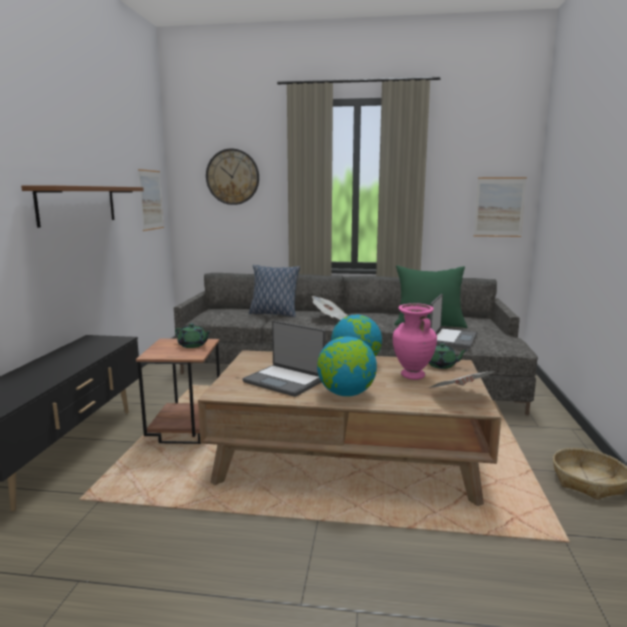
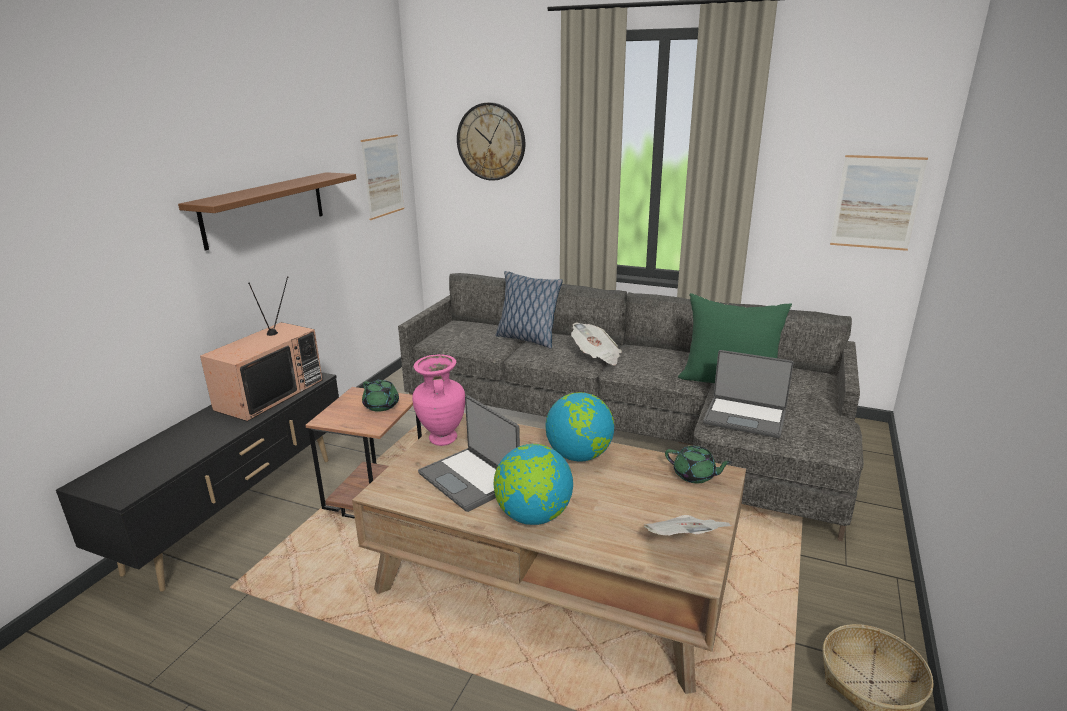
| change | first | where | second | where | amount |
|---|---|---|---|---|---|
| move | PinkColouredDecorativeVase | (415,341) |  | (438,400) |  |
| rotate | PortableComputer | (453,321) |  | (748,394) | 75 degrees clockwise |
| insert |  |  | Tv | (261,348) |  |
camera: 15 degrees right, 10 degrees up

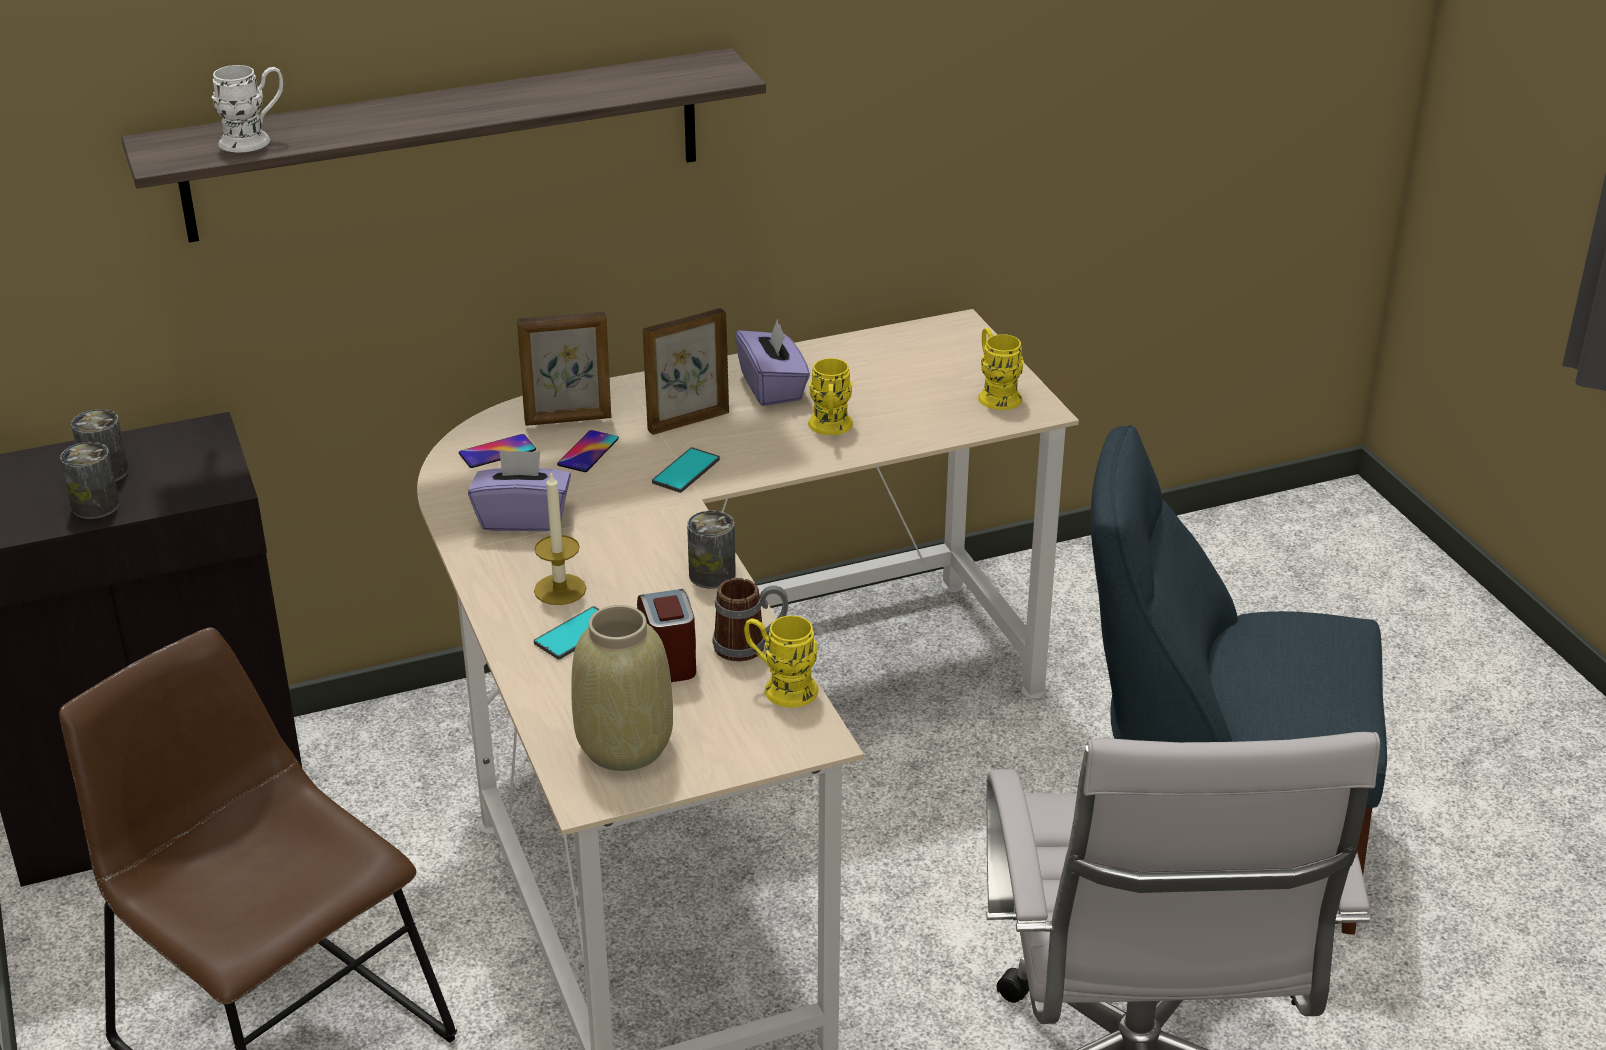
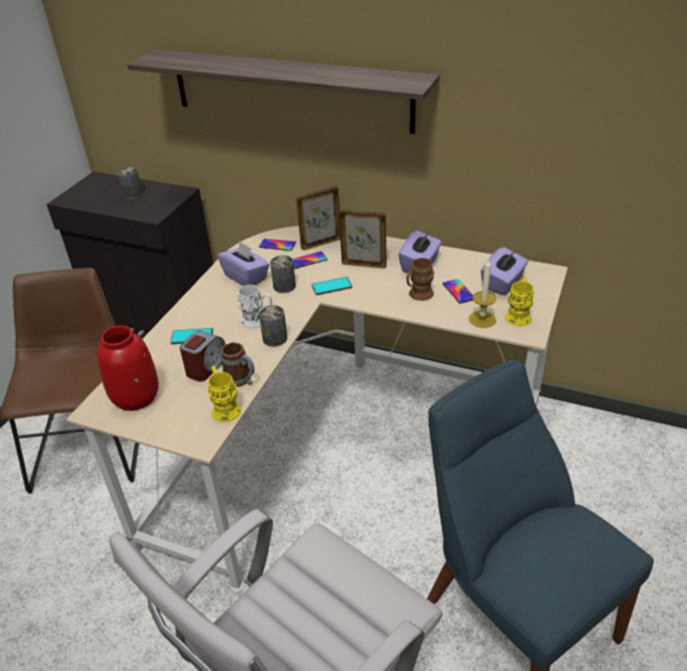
| change | first | where | second | where | amount |
|---|---|---|---|---|---|
| move | SealedCan | (90,480) |  | (283,274) |  |
| move | WhiteTeaMug | (247,108) |  | (255,307) |  |
| rotate | PictureFrame | (564,368) |  | (318,218) | 120 degrees clockwise |
| move | WaxLight | (560,538) |  | (482,293) |  |
| recolor | BeigeColouredDecorativeVase | (622,688) | RedColouredDecorativeVase | (128,368) |  |
| recolor | YellowTeaMug | (830,396) | BrownishTeaMug | (420,279) |  |
| insert |  |  | Handset | (457,291) |  |
| insert |  |  | PurpleColouredBoxOfTissues | (504,271) |  |
camera: 45 degrees right, 5 degrees up

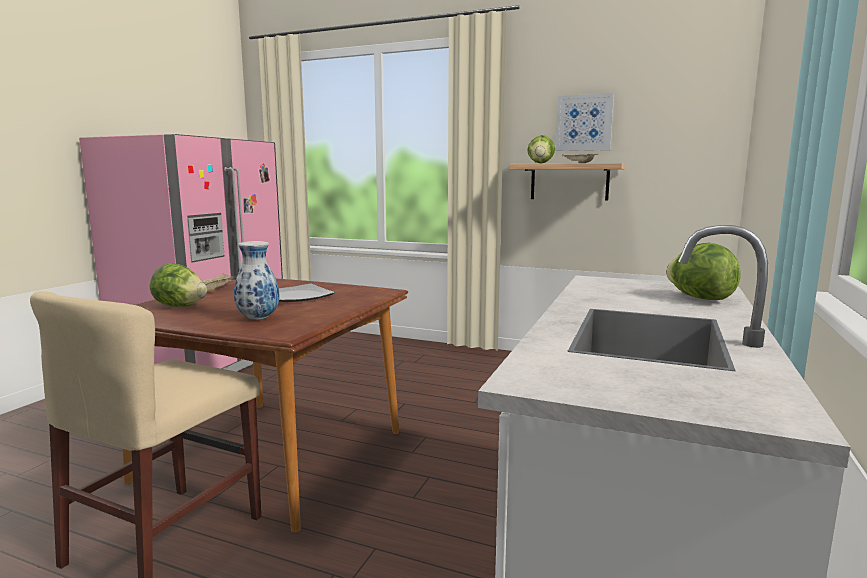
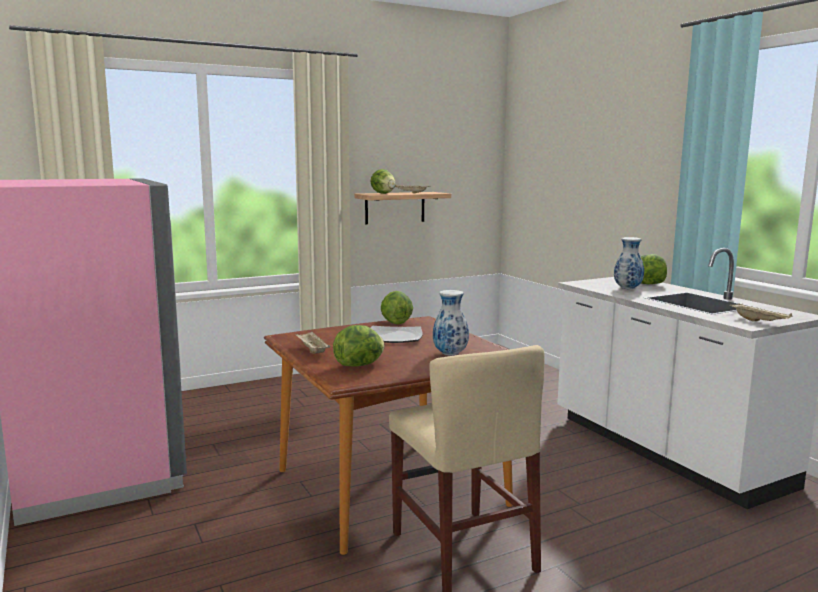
| change | first | where | second | where | amount |
|---|---|---|---|---|---|
| delete | WallArt | (585,122) |  |  |  |
| insert |  |  | HeadOfLettuce | (397,307) |  |
| insert |  |  | DecorativeVase | (629,263) |  |
| insert |  |  | BeigeColouredServingTray | (761,312) |  |
camera: 50 degrees left, 0 degrees up

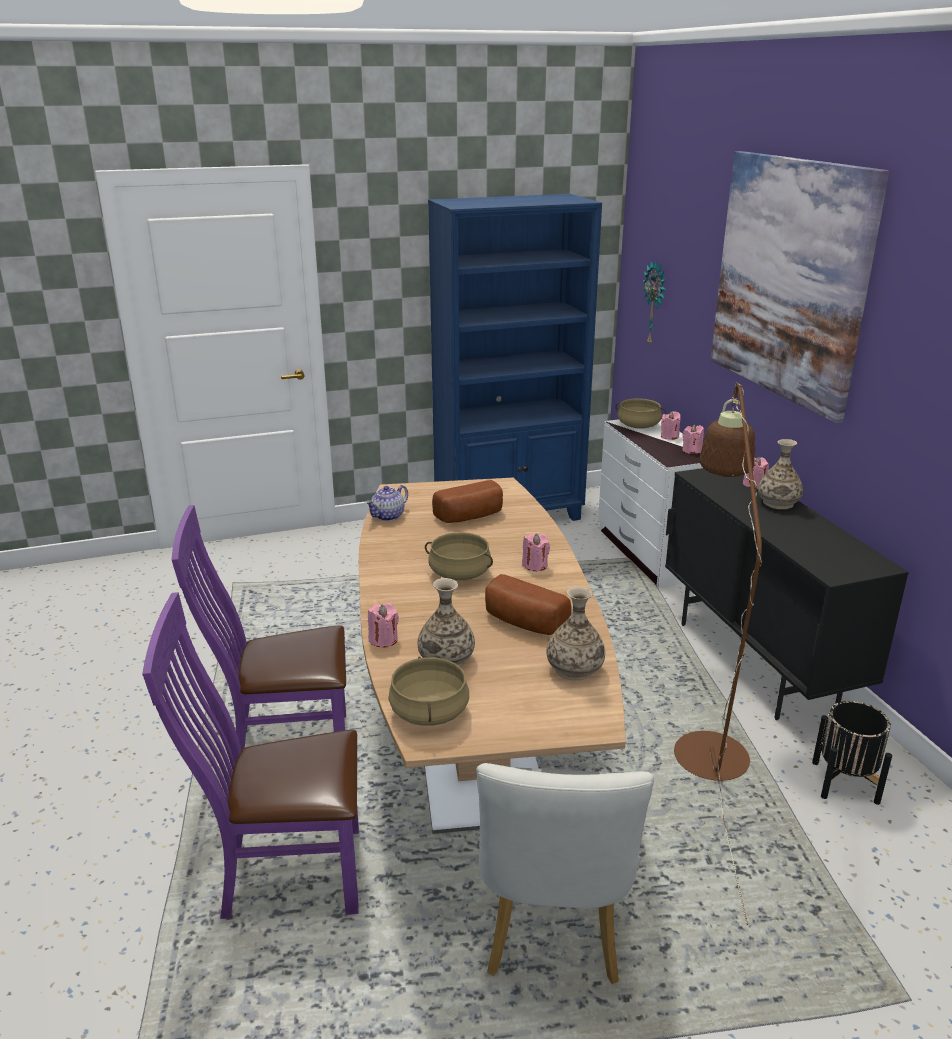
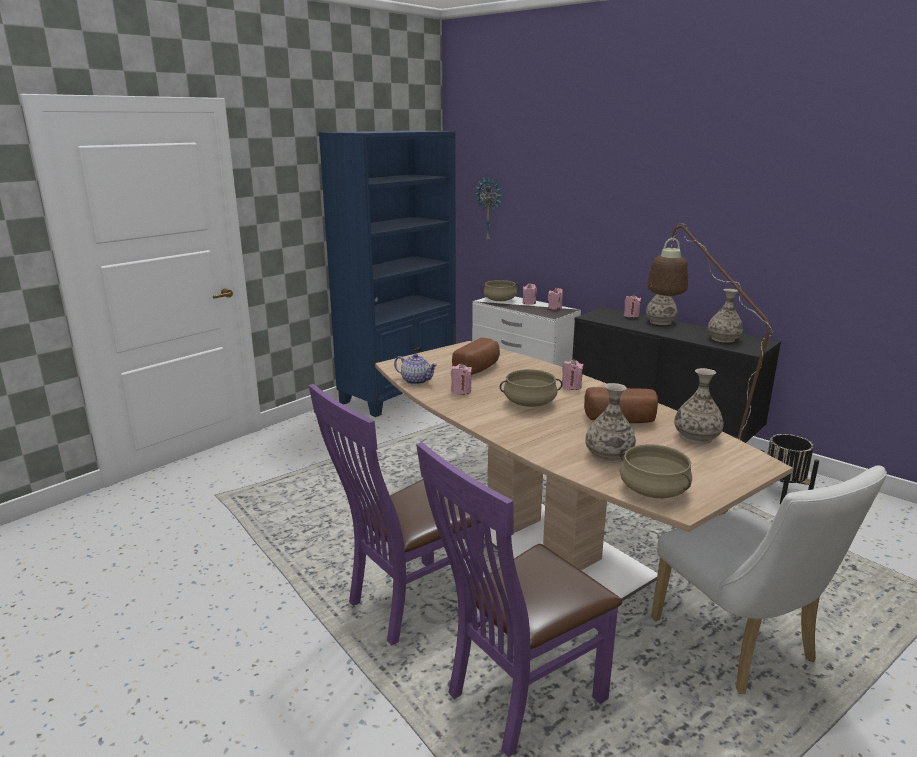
| change | first | where | second | where | amount |
|---|---|---|---|---|---|
| rotate | TeaPot | (386,503) |  | (416,369) | 75 degrees counterclockwise |
| move | PinkColouredWaxLight | (383,625) |  | (461,379) |  |
| delete | WallArt | (800,287) |  |  |  |
| insert |  |  | DecorativeVase | (725,316) |  |
camera: 30 degrees left, 5 degrees down

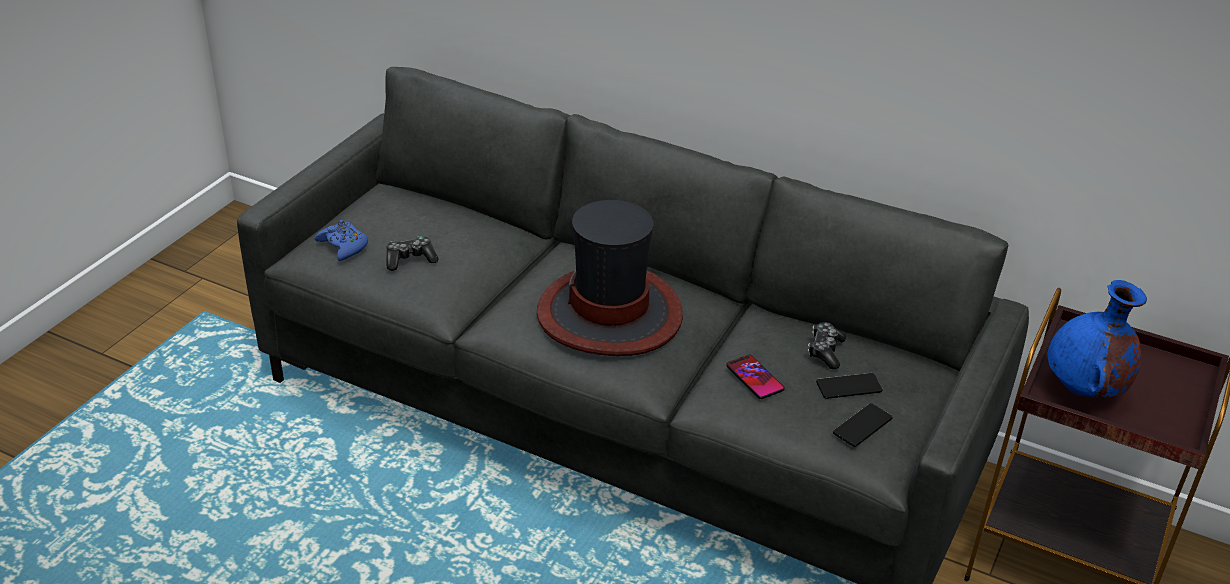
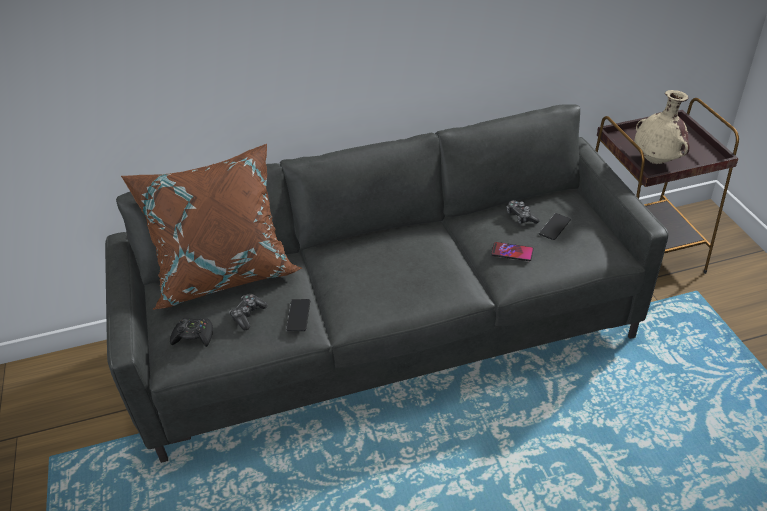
| change | first | where | second | where | amount |
|---|---|---|---|---|---|
| recolor | BluishJoypad | (341,240) | BlackishJoypad | (191,332) |  |
| delete | Hat | (610,278) |  |  |  |
| move | Handset | (863,425) |  | (298,315) |  |
| recolor | BluishDecorativeVase | (1097,339) | BeigeColouredDecorativeVase | (661,127) |  |
| insert |  |  | BrownishPillow | (211,227) |  |
camera: 40 degrees left, 5 degrees up

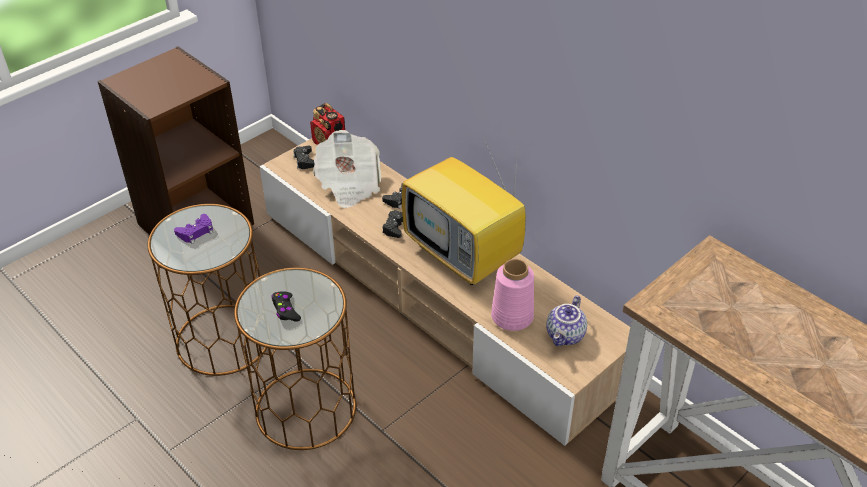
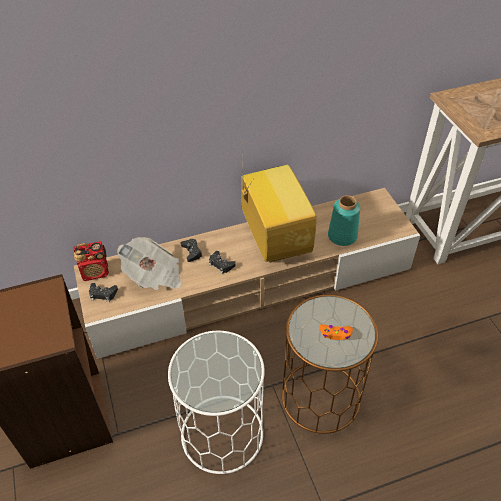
| change | first | where | second | where | amount |
|---|---|---|---|---|---|
| recolor | BrownishSideTable | (207,290) | WhiteSideTable | (216,402) |  |
| delete | PurpleColouredJoypad | (193,229) |  |  |  |
| recolor | BlackishJoypad | (286,307) | OrangeColouredJoypad | (336,332) |  |
| rotate | Tv | (464,210) |  | (279,208) | 90 degrees counterclockwise |
| recolor | PinkColouredDecorativeVase | (512,295) | TurquoiseDecorativeVase | (344,220) |  |
| delete | TeaPot | (566,320) |  |  |  |
camera: 65 degrees left, 5 degrees up

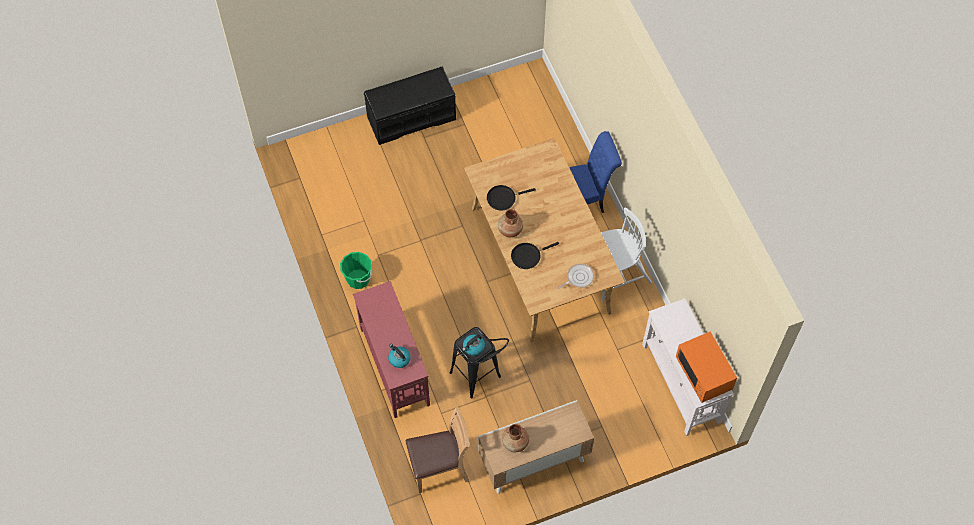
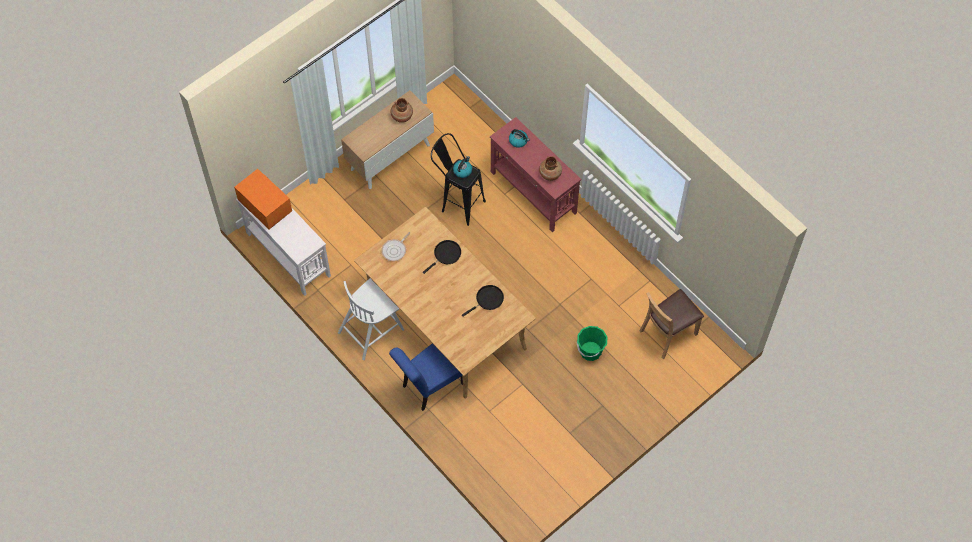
| change | first | where | second | where | amount |
|---|---|---|---|---|---|
| move | GreenPail | (356,270) |  | (592,343) |  |
| delete | BlackishLongSeat | (410,106) |  |  |  |
| move | BrownishPlainChair | (437,450) |  | (672,324) |  |
| move | BrownishDecorativeVase | (510,223) |  | (550,168) |  |
camera: 160 degrees right, 0 degrees up

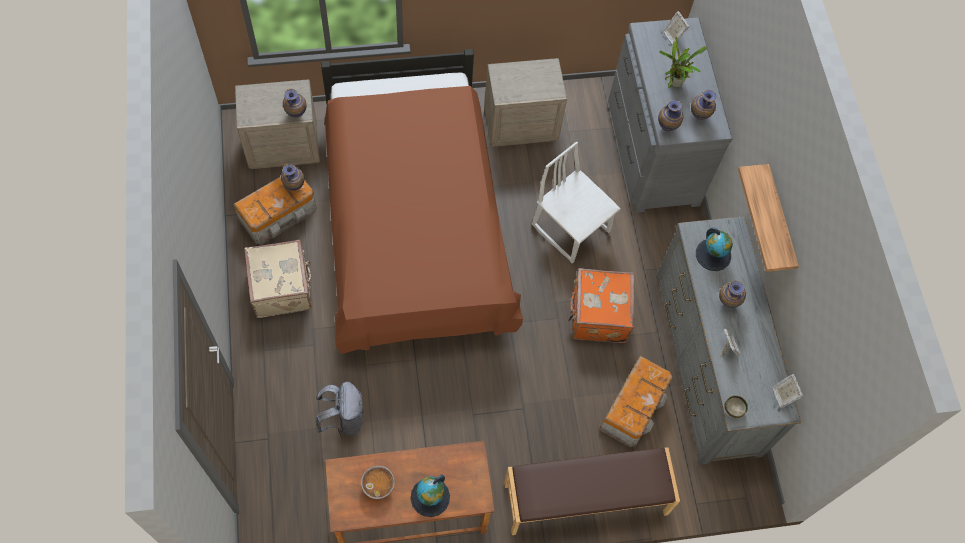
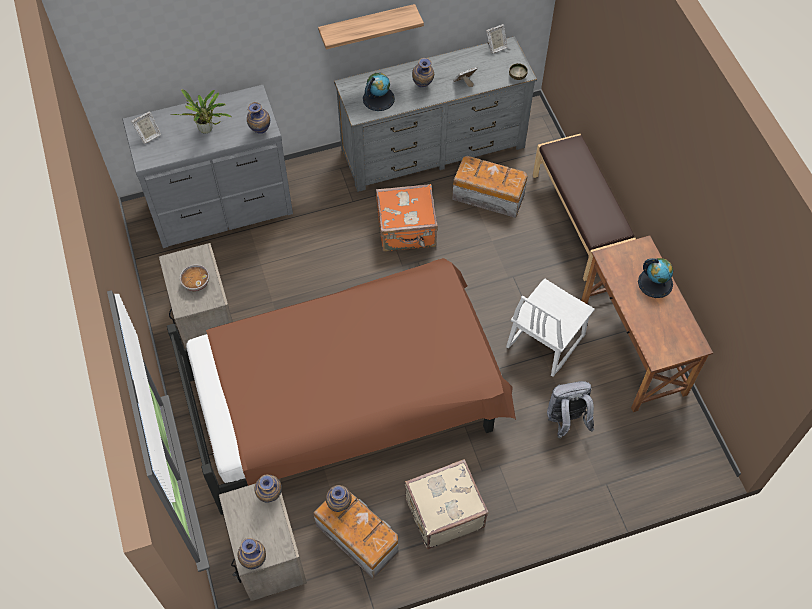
| change | first | where | second | where | amount |
|---|---|---|---|---|---|
| move | Bowl | (378,482) |  | (194,277) |  |
| move | WhitePlainChair | (576,203) |  | (550,327) |  |
| move | DecorativeVase | (703,105) |  | (252,553) |  |
camera: 95 degrees left, 5 degrees down

